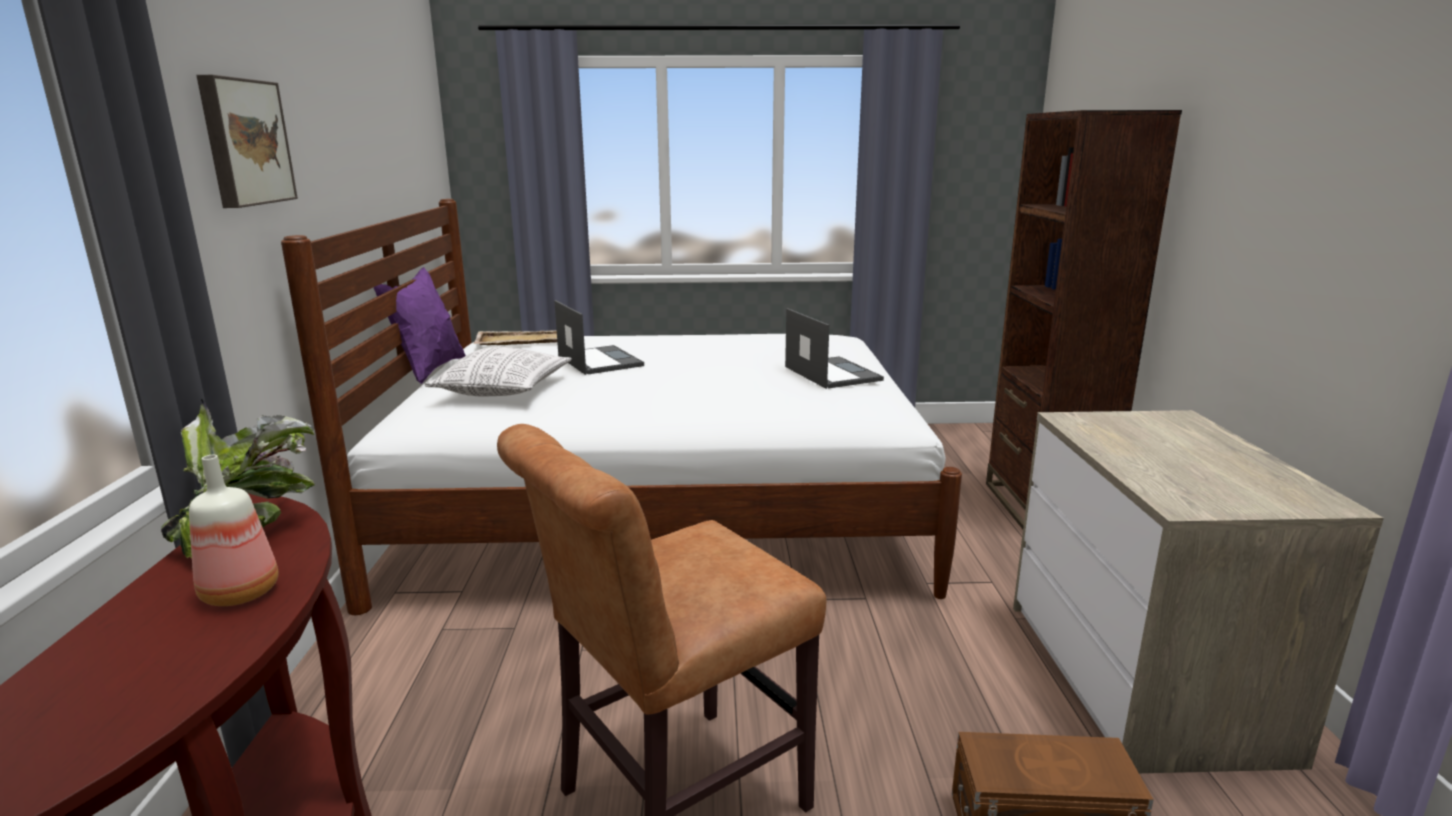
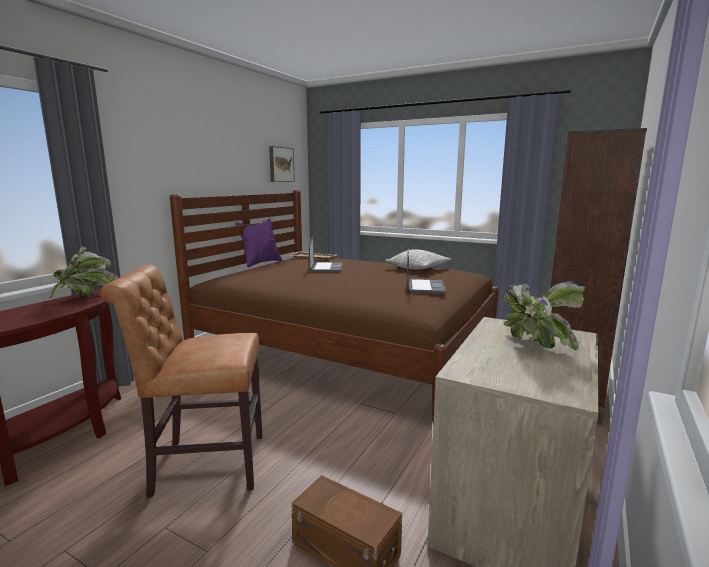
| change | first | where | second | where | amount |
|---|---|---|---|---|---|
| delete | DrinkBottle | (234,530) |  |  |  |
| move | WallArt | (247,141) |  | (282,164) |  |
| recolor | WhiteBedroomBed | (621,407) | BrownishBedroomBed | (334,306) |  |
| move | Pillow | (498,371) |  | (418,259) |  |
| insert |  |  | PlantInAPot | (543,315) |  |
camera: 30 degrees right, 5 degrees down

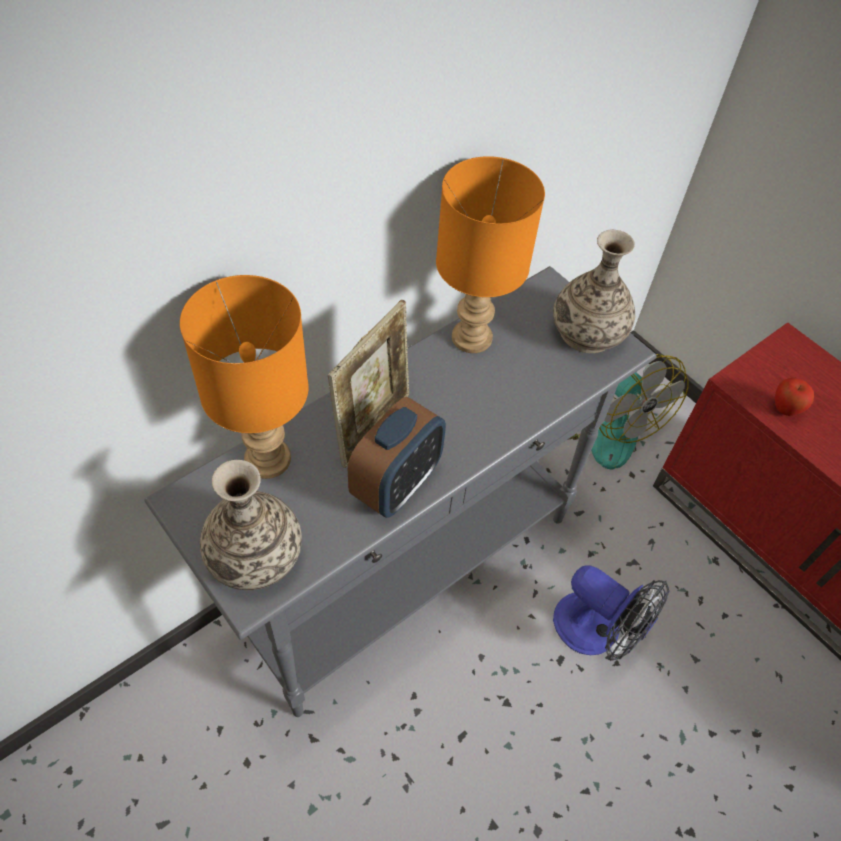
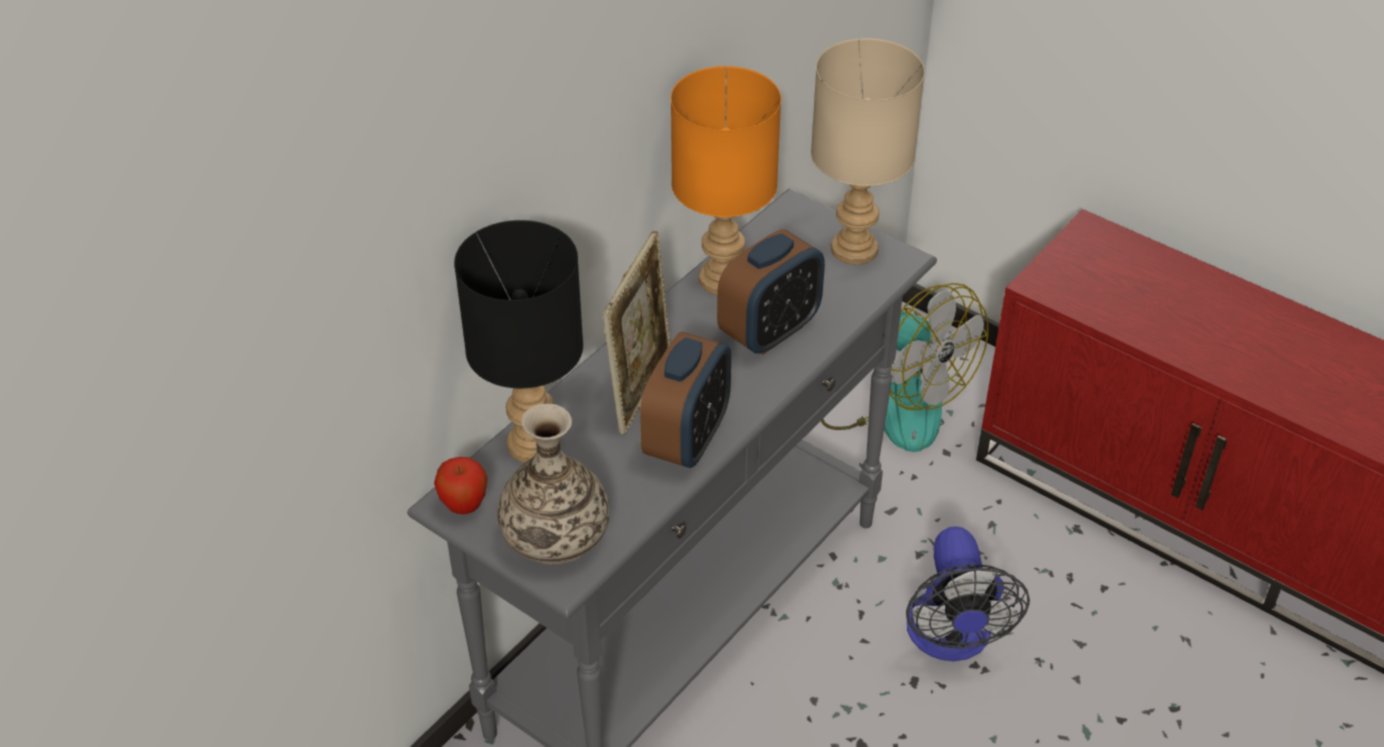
| change | first | where | second | where | amount |
|---|---|---|---|---|---|
| recolor | OrangeColouredTableLamp | (244,377) | BlackishTableLamp | (518,341) |  |
| replace | DecorativeVase | (594,291) | BeigeColouredTableLamp | (868,151) |  |
| rotate | CoolingFan | (611,612) |  | (968,593) | 60 degrees clockwise |
| move | AppleFruit | (794,397) |  | (461,485) |  |
| insert |  |  | TableClock | (771,292) |  |
camera: 10 degrees left, 10 degrees down

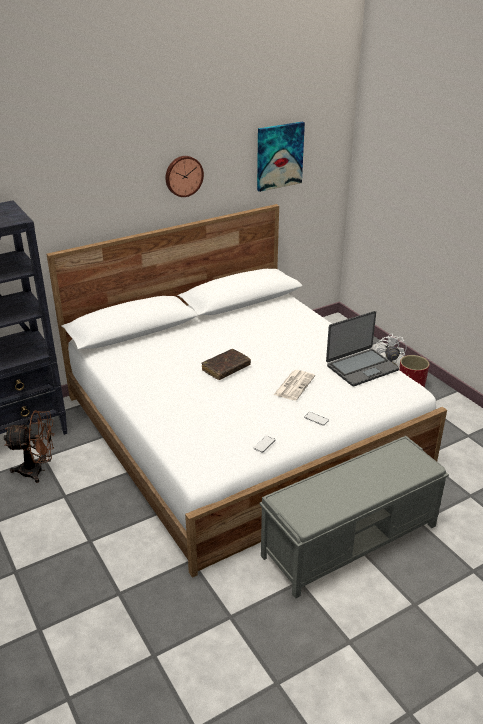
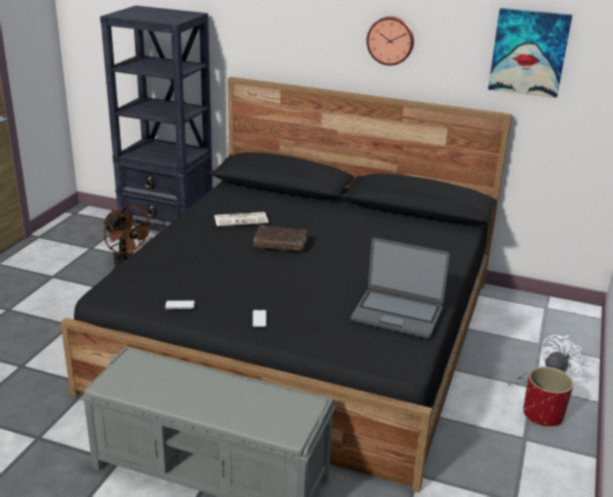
| change | first | where | second | where | amount |
|---|---|---|---|---|---|
| recolor | WhiteBedroomBed | (247,391) | BlackishBedroomBed | (286,285) |  |
| move | PrintedPaper | (294,385) |  | (241,219) |  |
camera: 50 degrees right, 5 degrees down

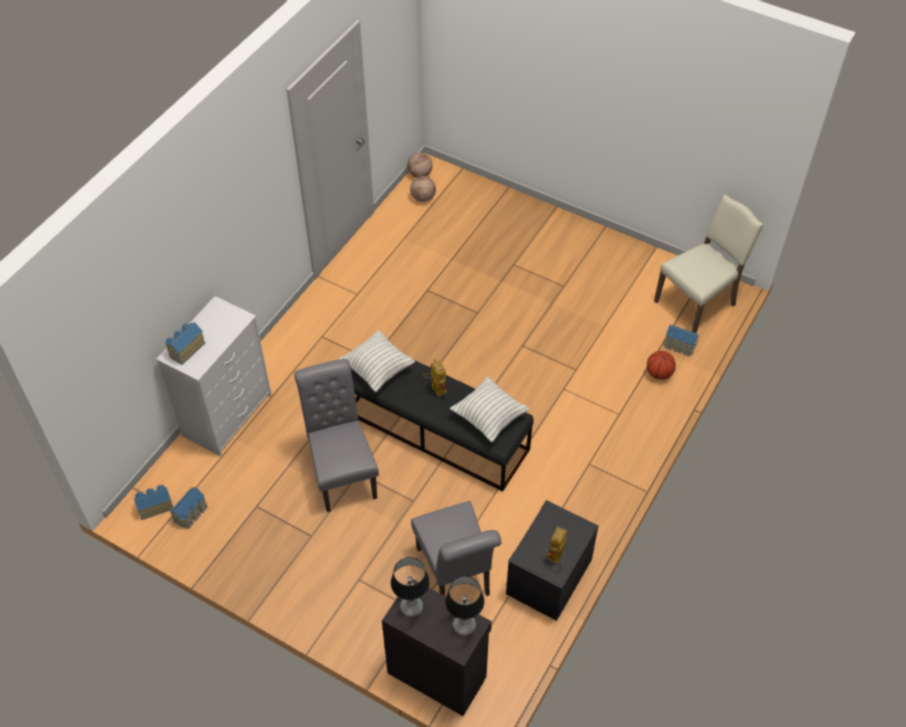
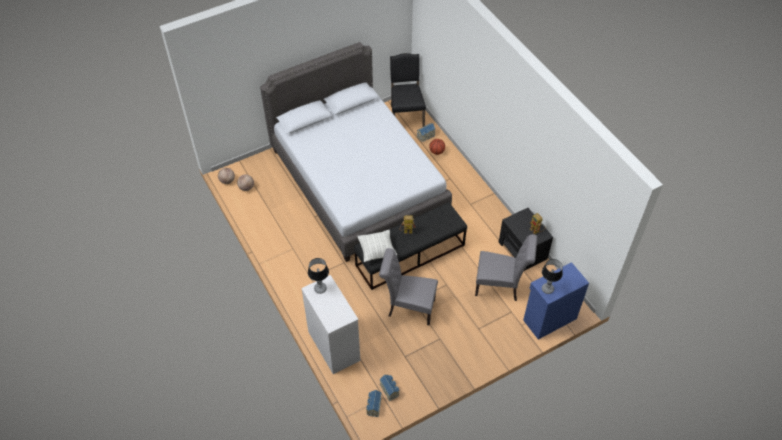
| change | first | where | second | where | amount |
|---|---|---|---|---|---|
| delete | ModelHouse | (185,343) |  |  |  |
| recolor | BlackishCabinet | (437,647) | BluishCabinet | (556,301) |  |
| move | TableLamp | (464,606) |  | (318,276) |  |
| delete | Pillow | (489,410) |  |  |  |
| recolor | BeigeColouredPlainChair | (709,263) | BlackishPlainChair | (408,90) |  |
| insert |  |  | GrayBedroomBed | (356,152) |  |
camera: 60 degrees left, 0 degrees up

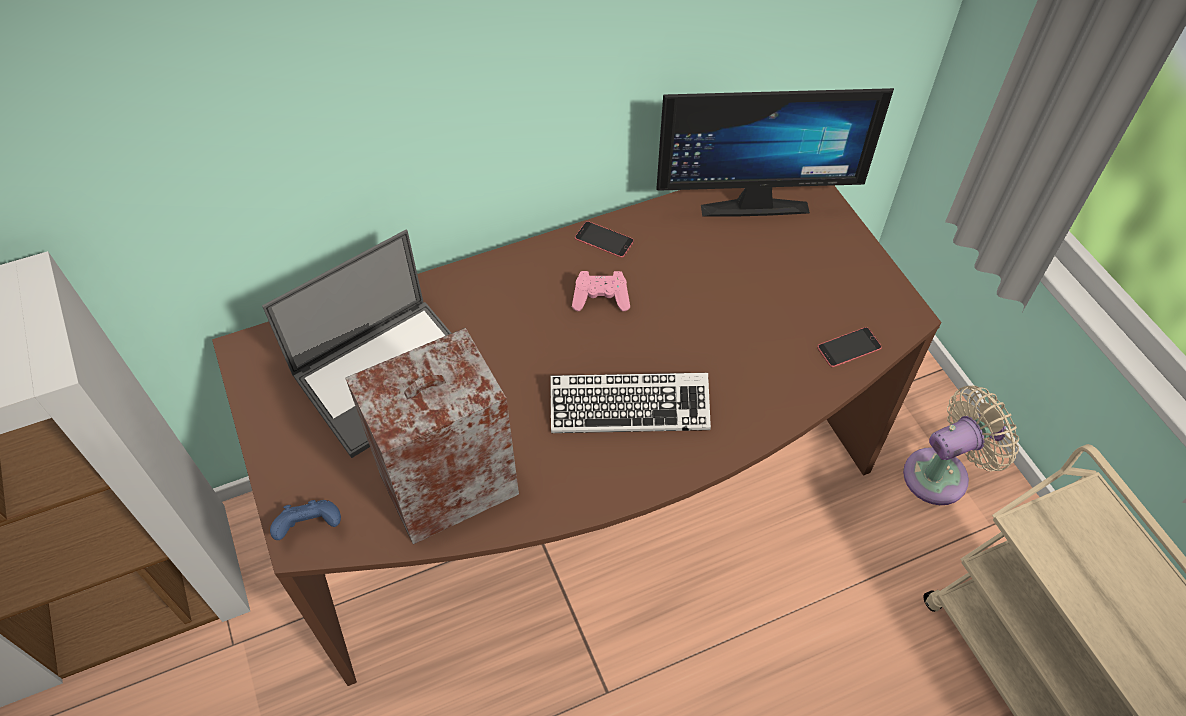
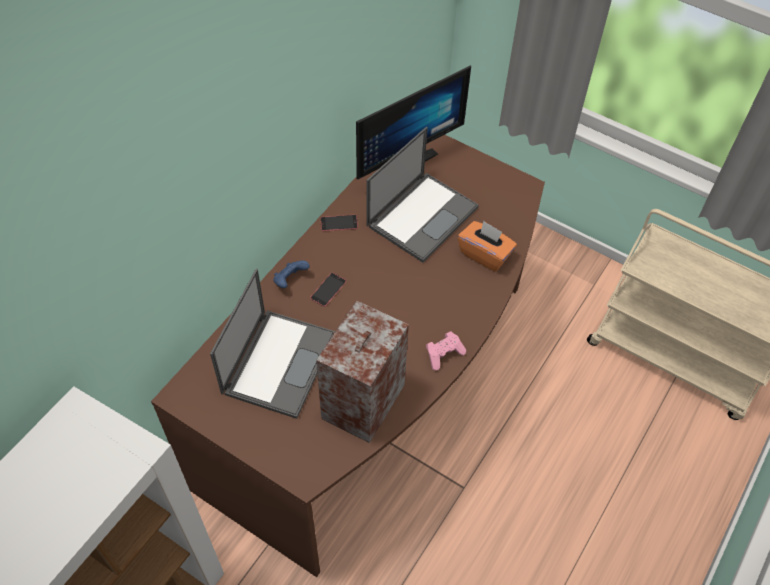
| change | first | where | second | where | amount |
|---|---|---|---|---|---|
| move | BluishJoypad | (305,520) |  | (291,274) |  |
| delete | Keyboard | (630,403) |  |  |  |
| move | PinkColouredJoypad | (601,291) |  | (446,351) |  |
| move | Handset | (849,347) |  | (328,290) |  |
| delete | BeigeColouredCoolingFan | (961,445) |  |  |  |
| insert |  |  | PortableComputer | (422,195) |  |
| insert |  |  | OrangeColouredBoxOfTissues | (487,246) |  |
camera: 35 degrees left, 0 degrees up

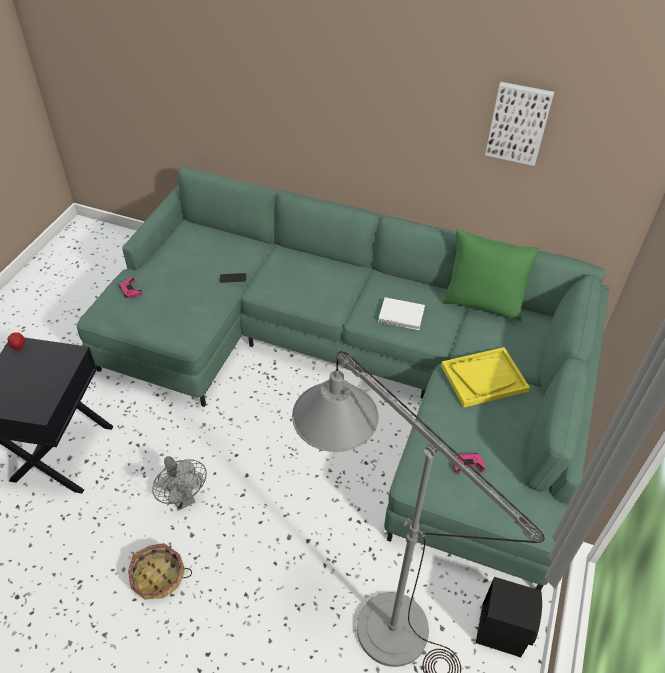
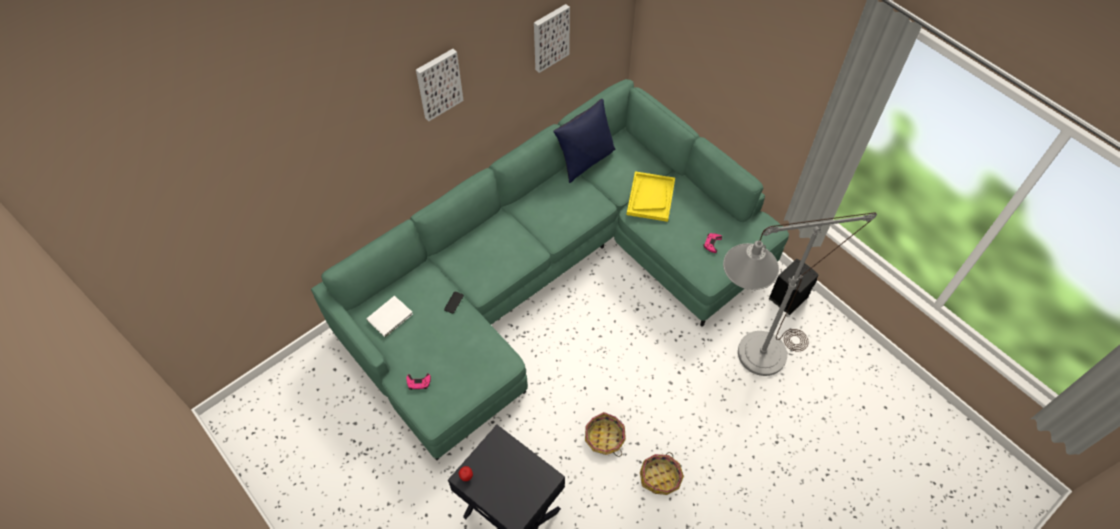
| change | first | where | second | where | amount |
|---|---|---|---|---|---|
| replace | GrayCoolingFan | (179,483) | HouseholdBasket | (605,434) |  |
| move | WhiteVolume | (401,313) |  | (389,316) |  |
| recolor | GreenPillow | (491,275) | BluishPillow | (584,141) |  |
| insert |  |  | WallArt | (440,85) |  |
camera: 60 degrees left, 10 degrees up

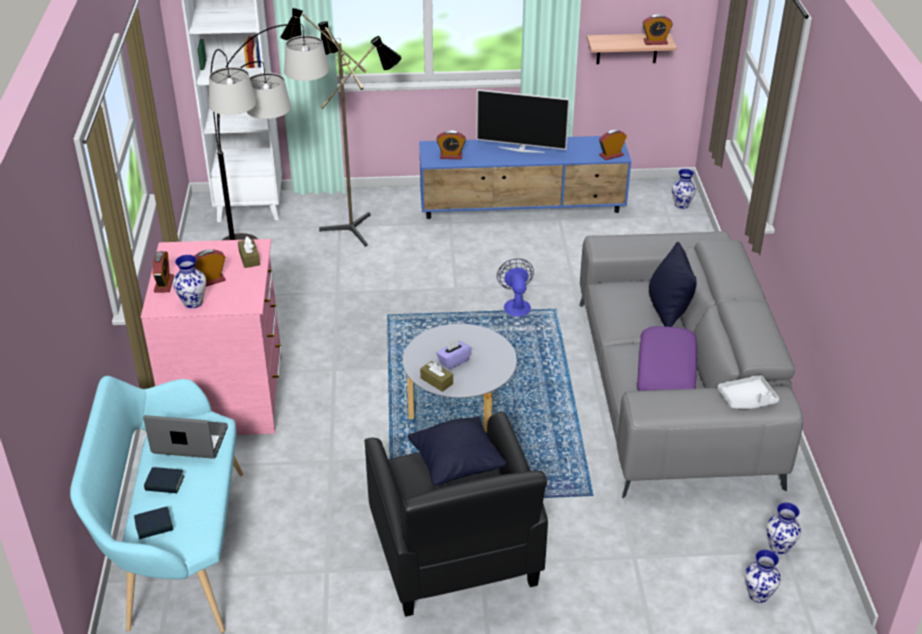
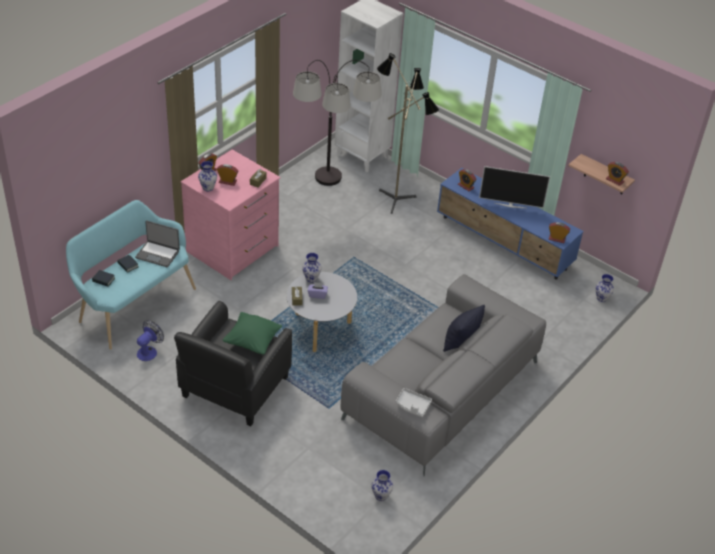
| change | first | where | second | where | amount |
|---|---|---|---|---|---|
| rotate | PortableComputer | (185,437) |  | (157,243) | 150 degrees clockwise |
| recolor | BlackishPillow | (457,450) | GreenPillow | (252,333) |  |
| rotate | Tv | (523,121) |  | (514,187) | 45 degrees counterclockwise |
| move | CoolingFan | (515,287) |  | (150,340) |  |
| delete | PurpleColouredPillow | (667,358) |  |  |  |
| move | DecorativeVase | (763,576) |  | (311,268) |  |
camera: 40 degrees right, 5 degrees up

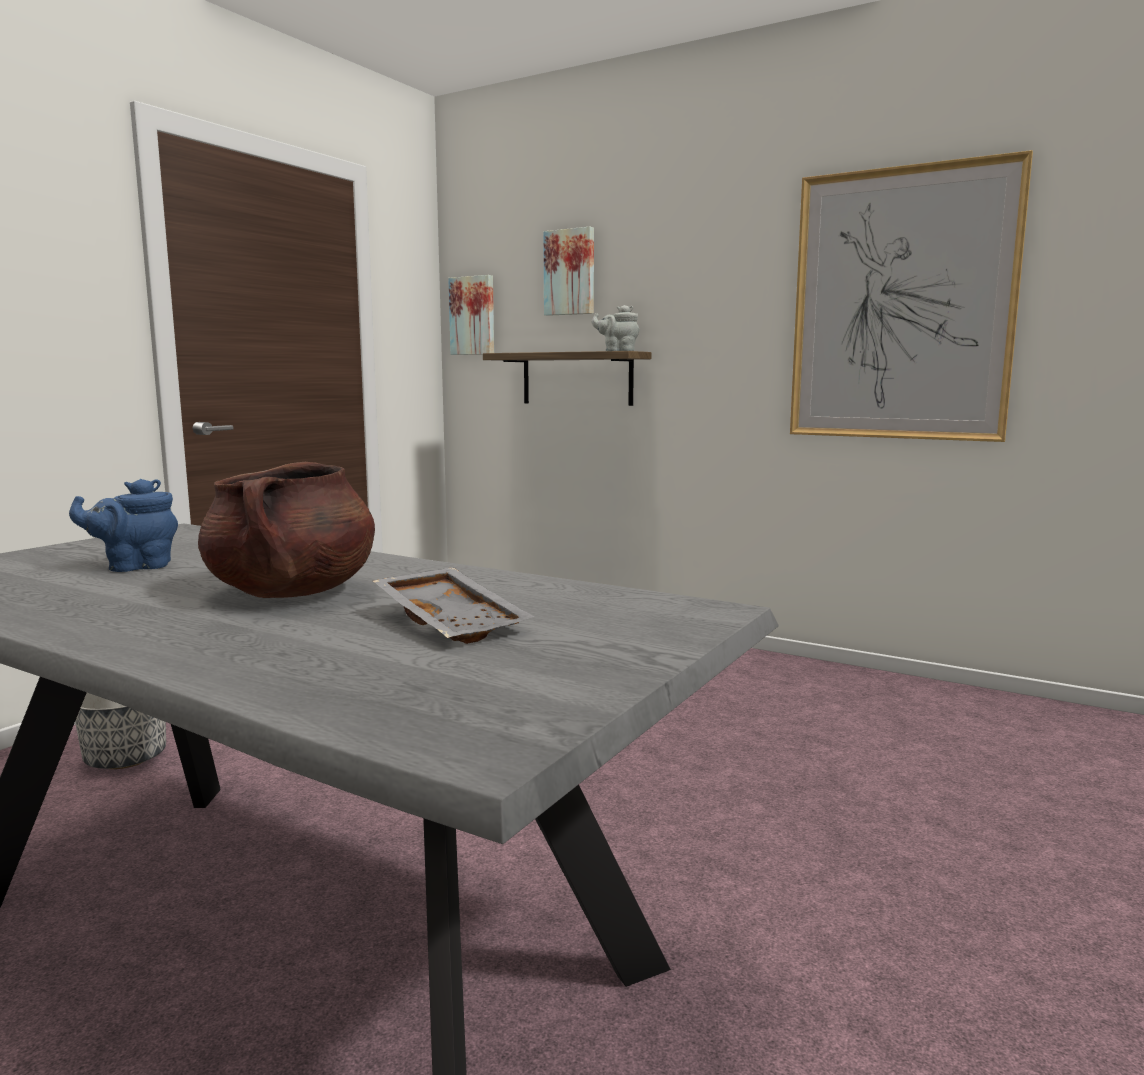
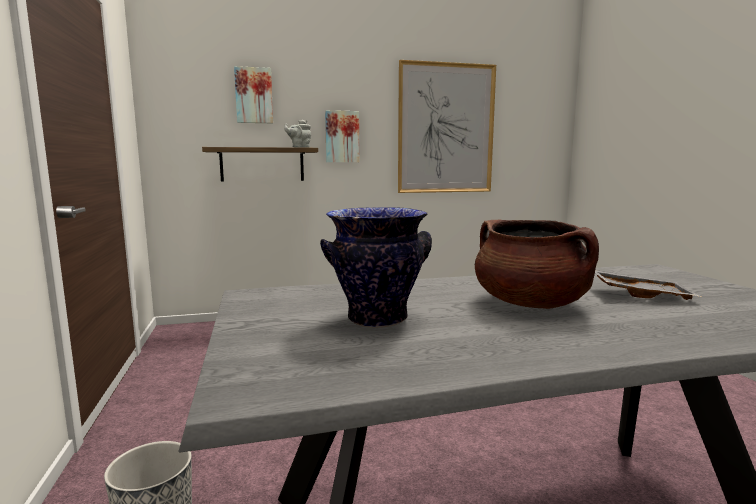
| change | first | where | second | where | amount |
|---|---|---|---|---|---|
| replace | BluishTeaPot | (123,525) | DecorativeVase | (376,267) |  |
| move | WallArt | (471,315) |  | (342,136) |  |
camera: 45 degrees left, 0 degrees up

